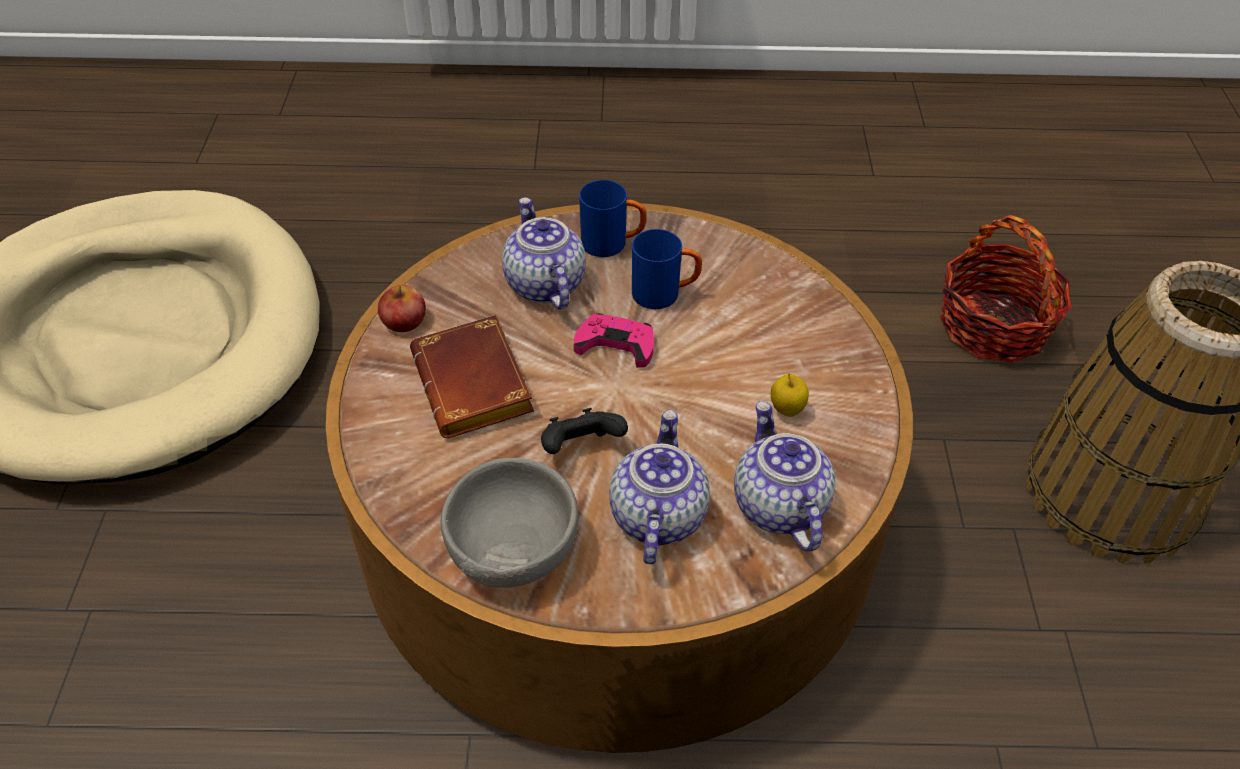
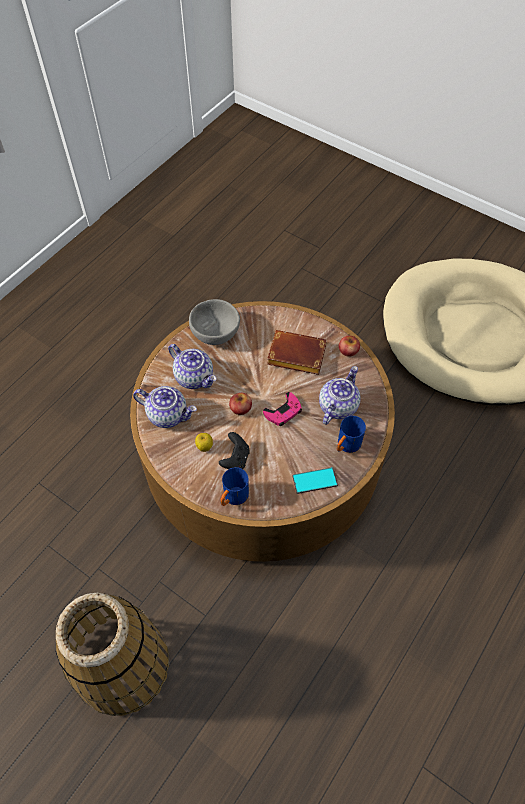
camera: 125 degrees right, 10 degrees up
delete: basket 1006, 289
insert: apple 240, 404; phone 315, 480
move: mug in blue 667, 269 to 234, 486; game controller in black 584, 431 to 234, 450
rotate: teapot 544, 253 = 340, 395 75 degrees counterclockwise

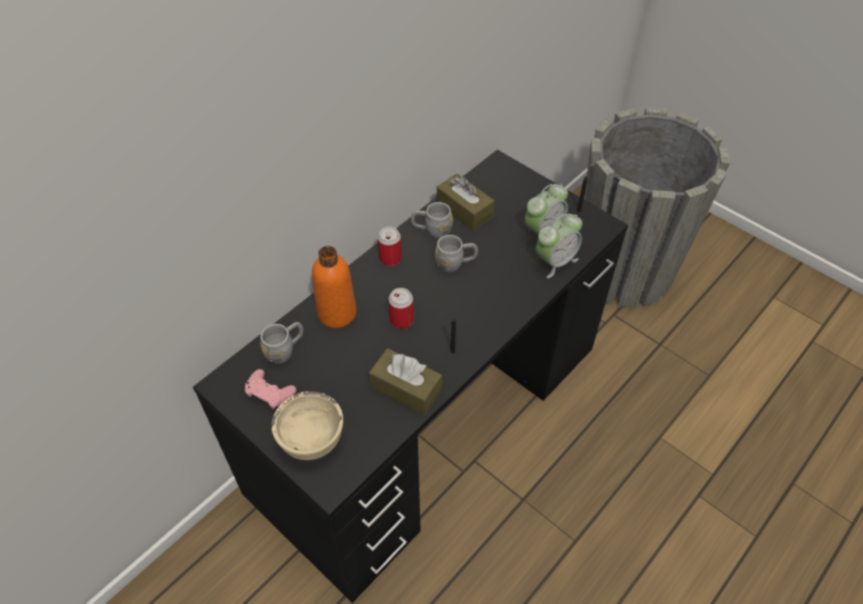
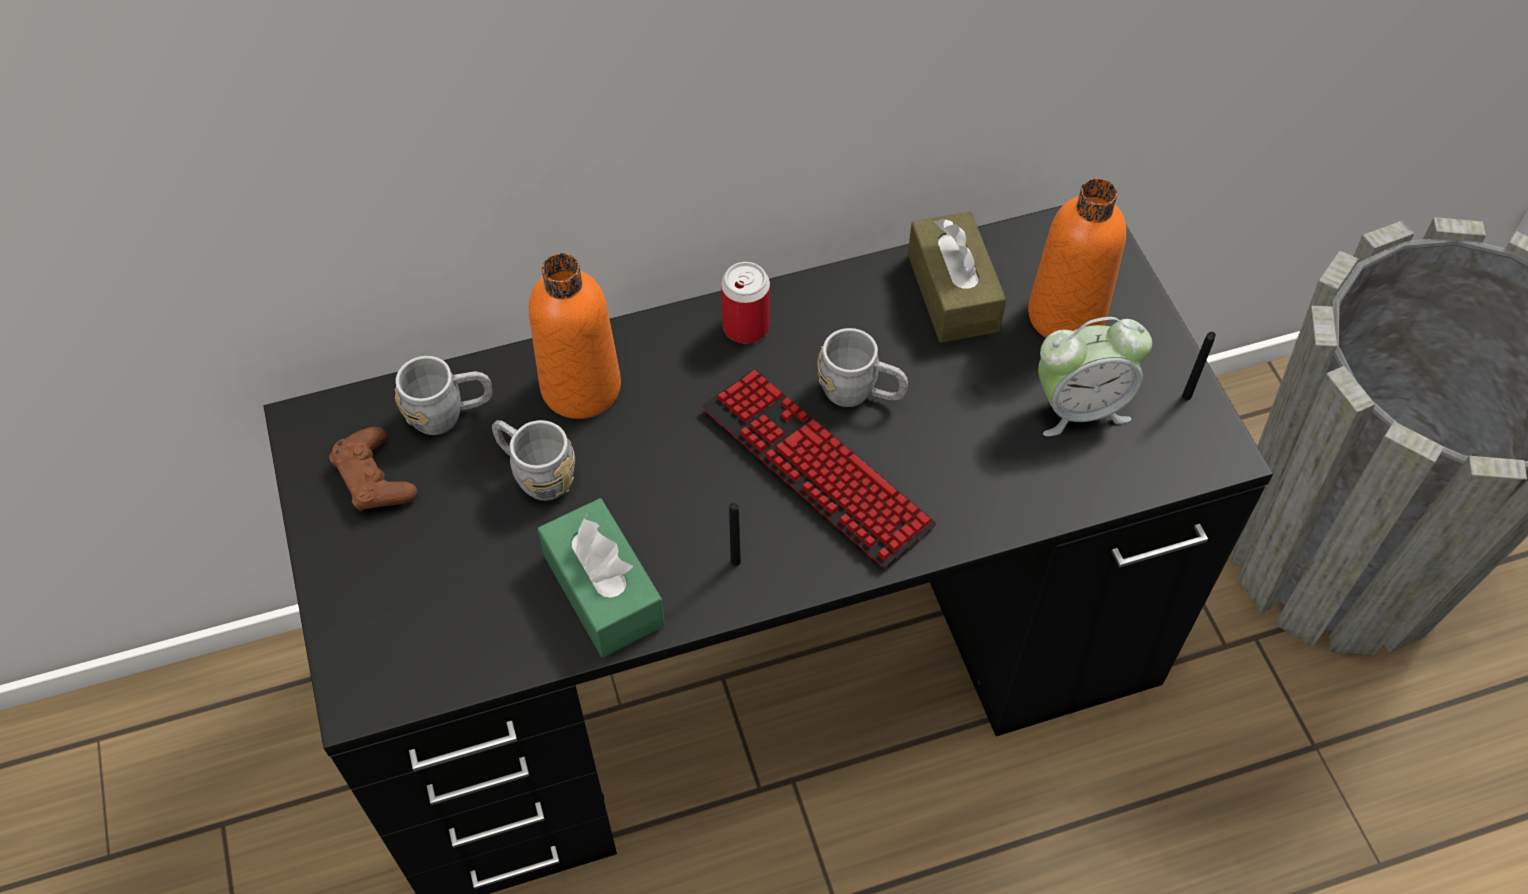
camera: 30 degrees right, 5 degrees up
delete: alarm clock 559, 246; can 401, 308; bowl in beige 307, 425
insert: bottle in orange 1077, 258; keyboard 819, 468
move: mug in grey 432, 220 to 533, 460
recolor: tissue box in brown 405, 381 to tissue box in green 601, 577; game controller in pink 270, 389 to game controller in brown 373, 469

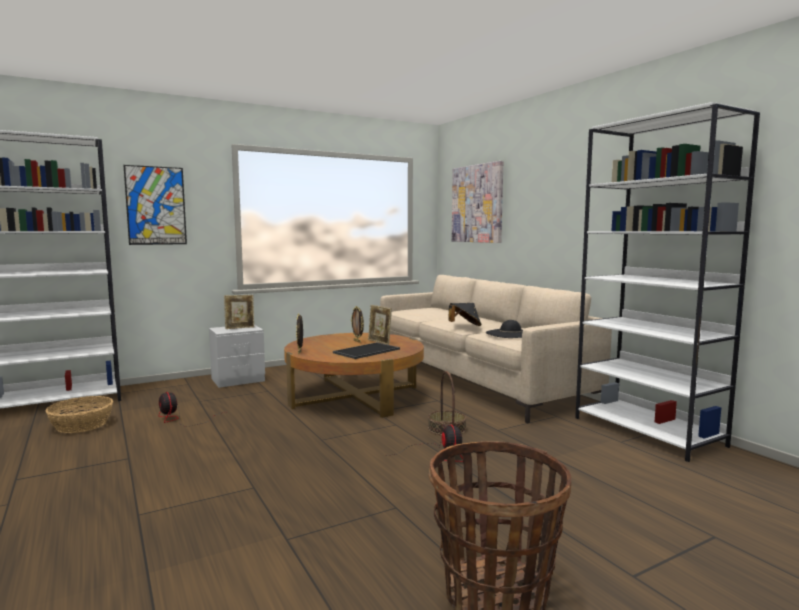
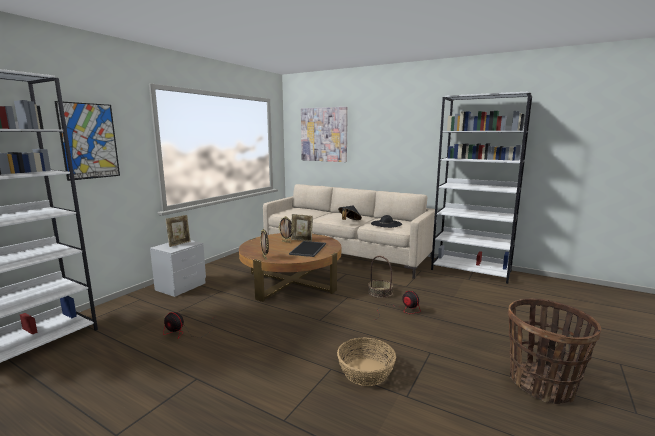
camera: 30 degrees left, 5 degrees up
move: basket 79, 414 to 366, 361

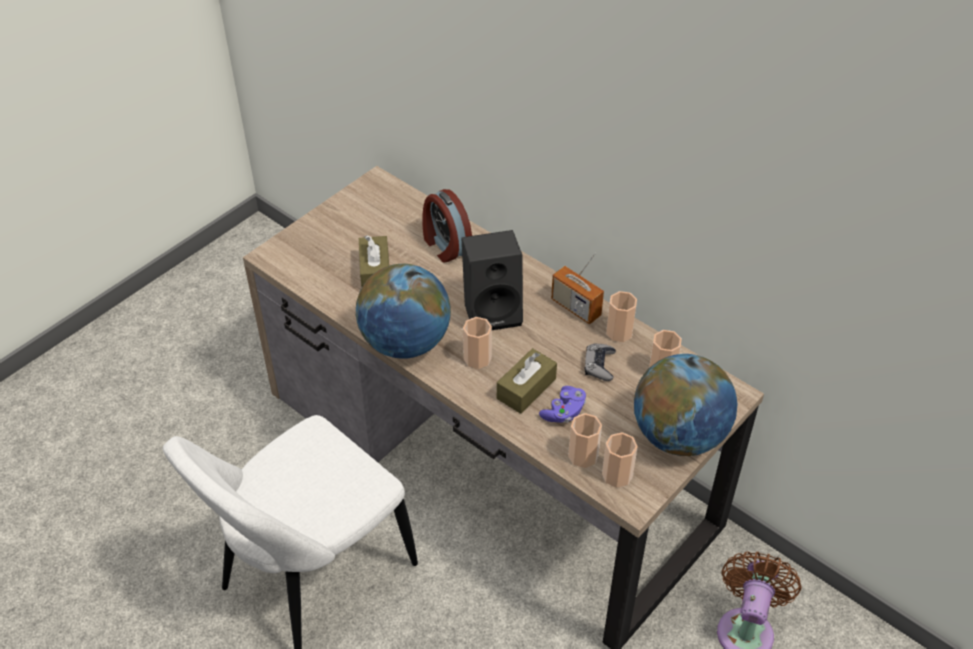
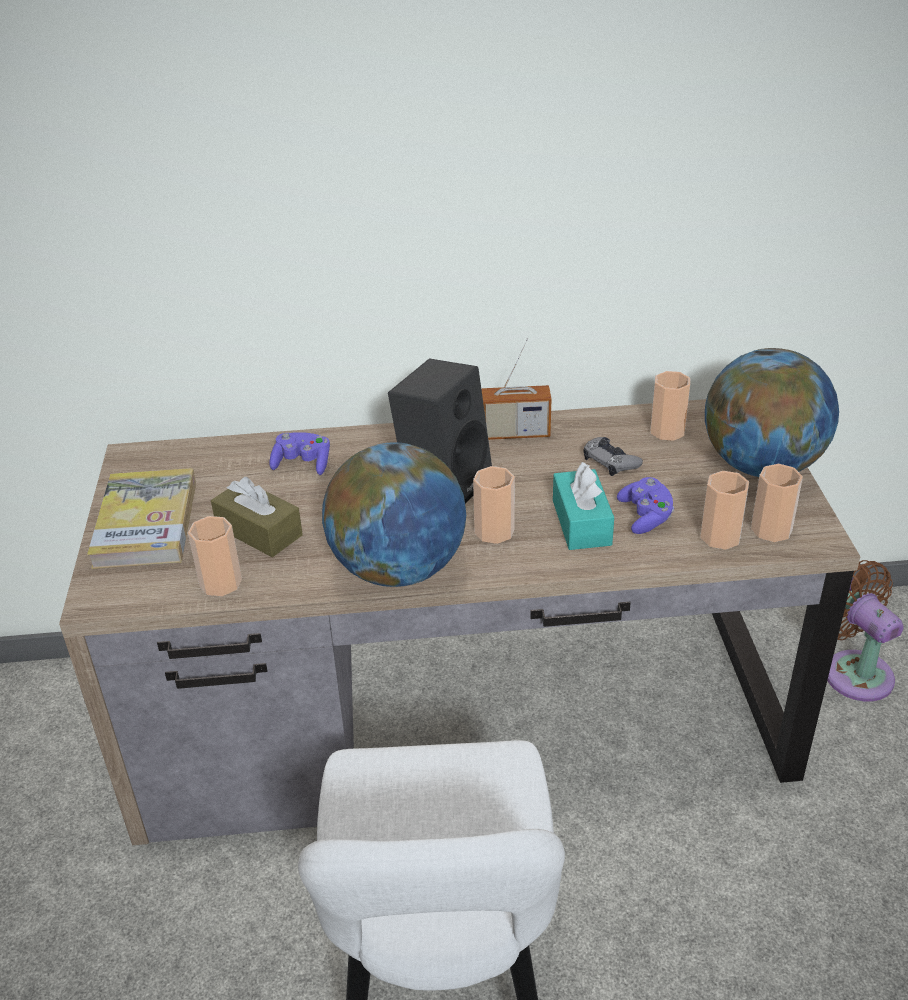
camera: 45 degrees left, 10 degrees down
insert: book 141, 518
move: cup 621, 316 to 215, 556
replace: alarm clock 447, 226 to game controller in purple 299, 453
recolor: tissue box in brown 527, 381 to tissue box in turquoise 583, 506

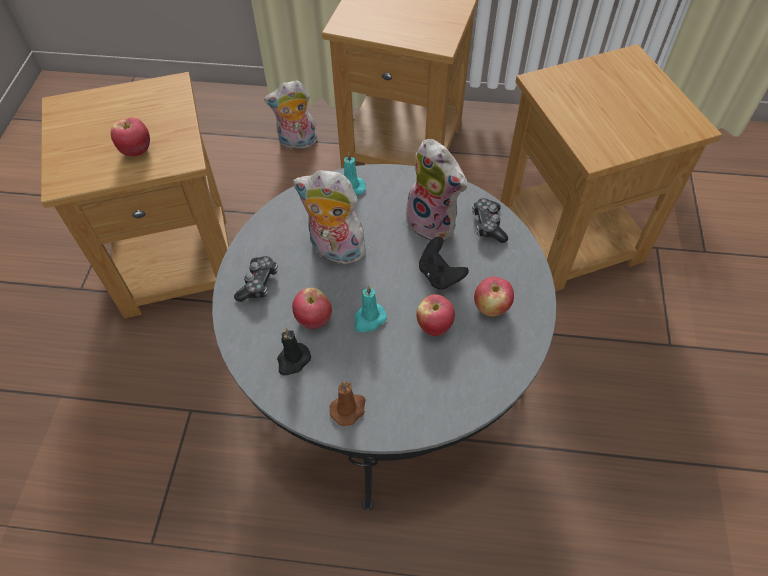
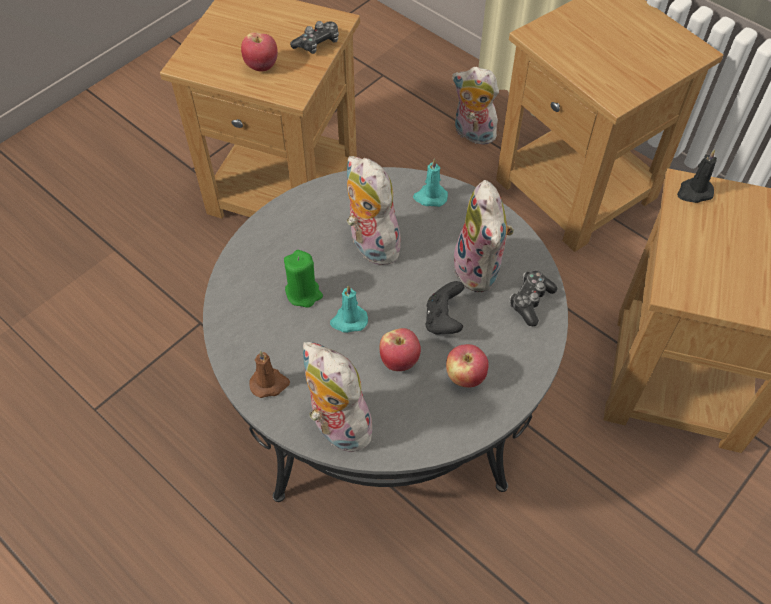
camera: 35 degrees right, 0 degrees up
insert: plush toy 339, 397
move: game controller 256, 279 to 314, 37; candle in black 294, 352 to 697, 176
replace: apple 312, 308 to candle in green 303, 278

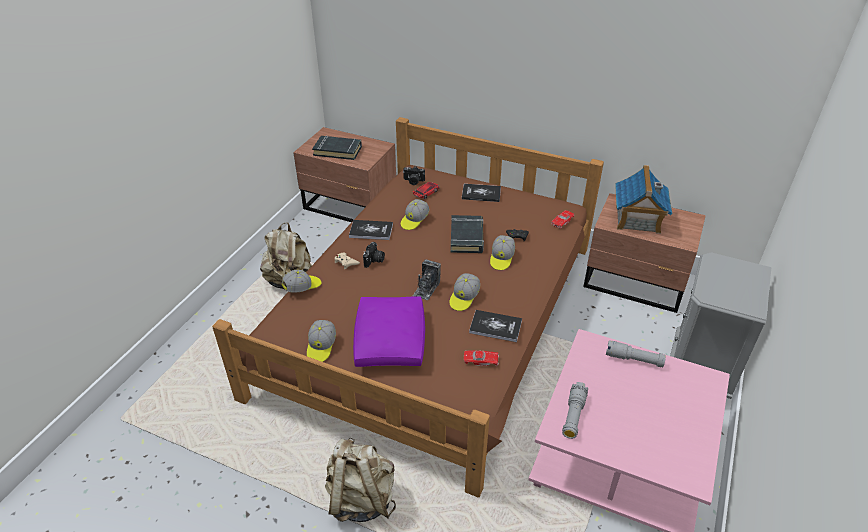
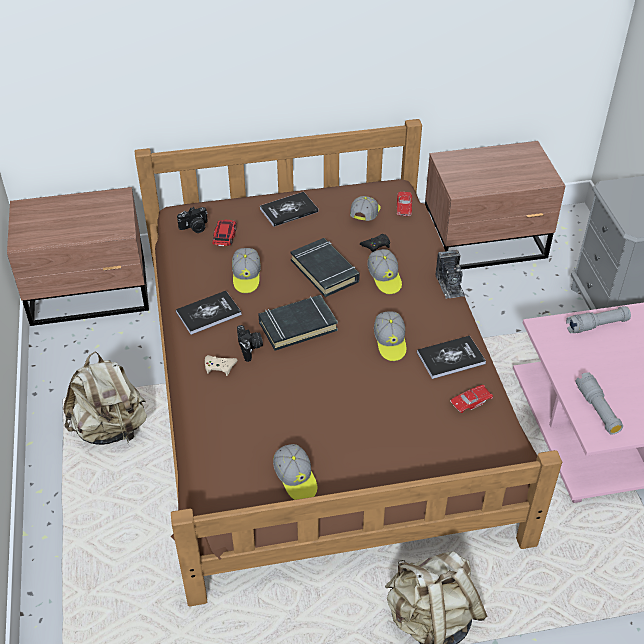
camera: 35 degrees left, 5 degrees up
delete: toy house 644, 199; pillow in purple 389, 331
move: book in black 337, 147 to 298, 323; photo camera 427, 279 to 450, 274; cap 302, 281 to 365, 208

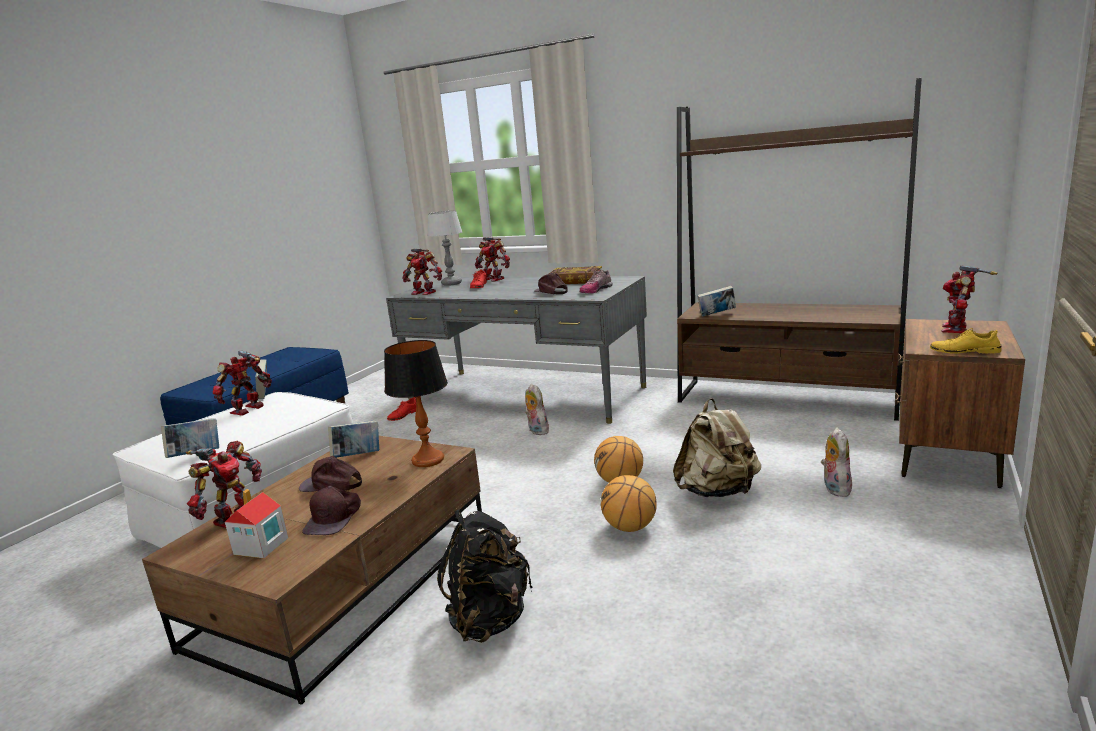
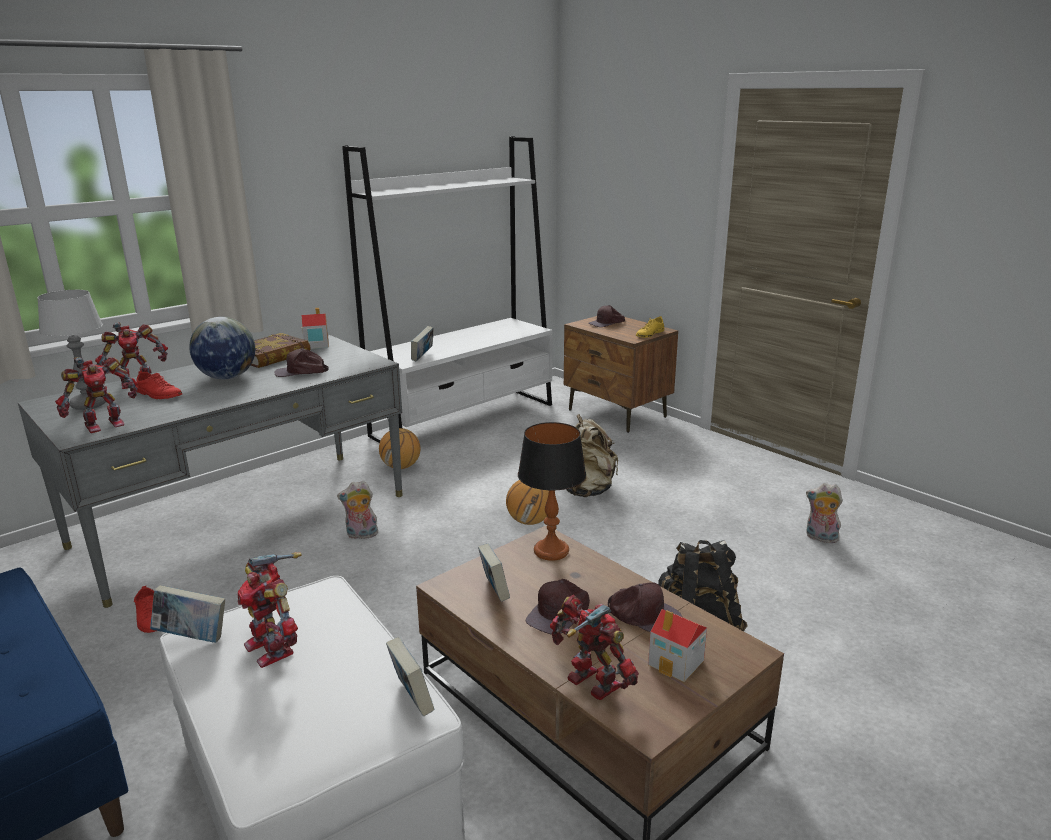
camera: 70 degrees left, 5 degrees up
delete: shoe 596, 281
insert: toy house 315, 328; globe 222, 348
move: plush toy 836, 462 to 824, 513; basketball 629, 503 to 399, 448
replace: toy robot 969, 299 to cap in brown 606, 316
recolor: bookcase in brown 799, 249 to bookcase in white 447, 289

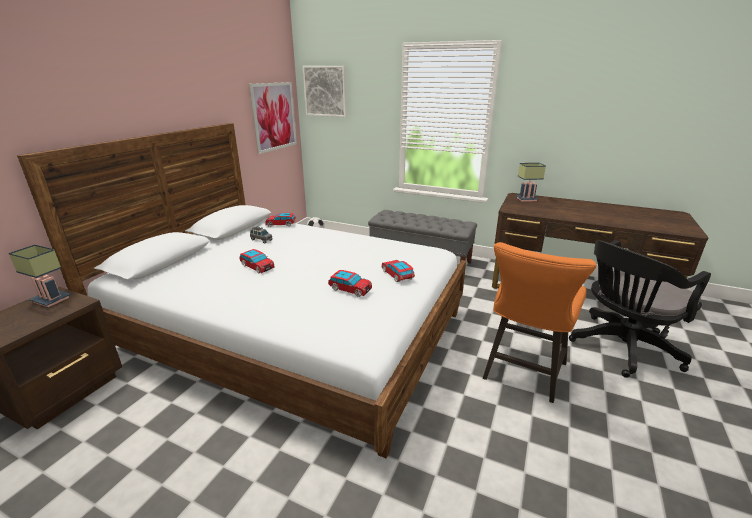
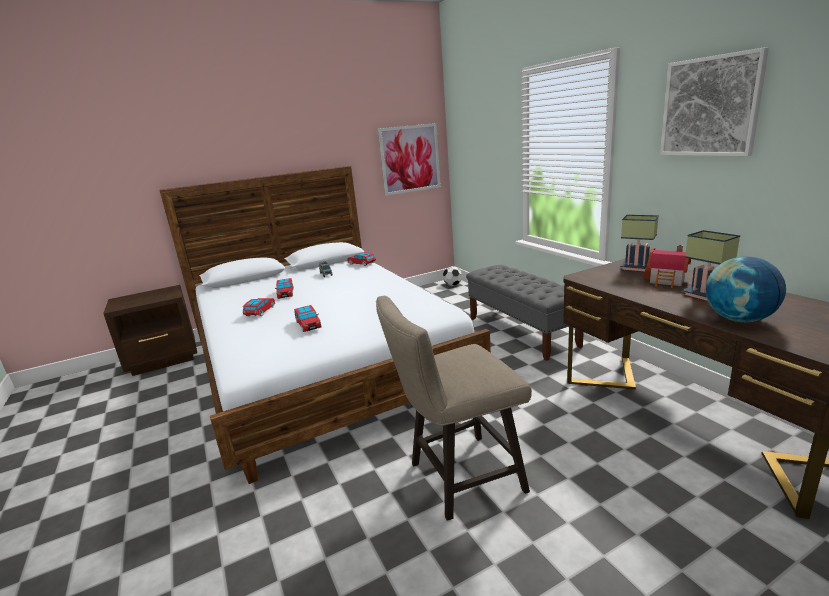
camera: 40 degrees right, 5 degrees down
delete: office chair in black 640, 309
insert: toy house 667, 266; globe 746, 289
move: picture 325, 91 to 714, 101; table lamp 39, 276 to 711, 265; toy car 398, 271 to 259, 307
recolor: stool in orange 539, 322 to stool in beige 454, 408

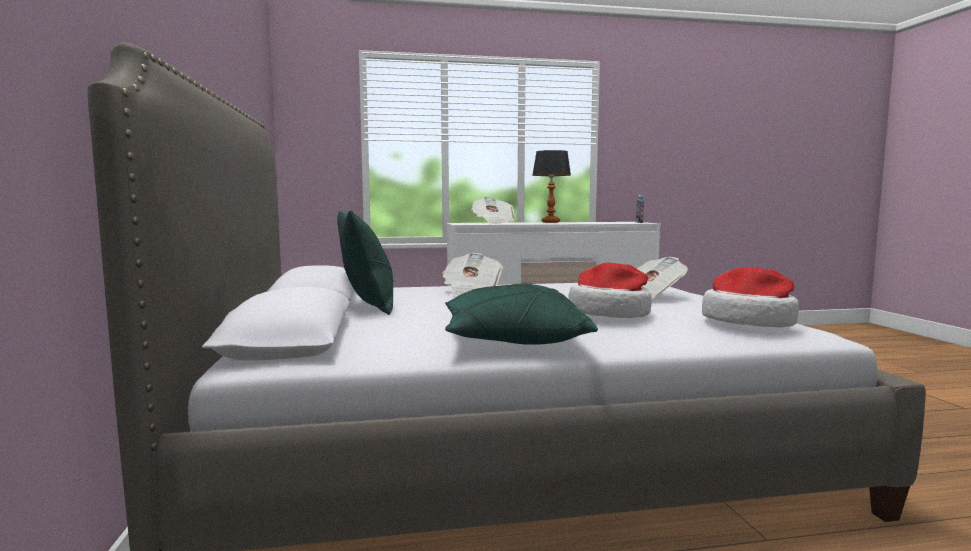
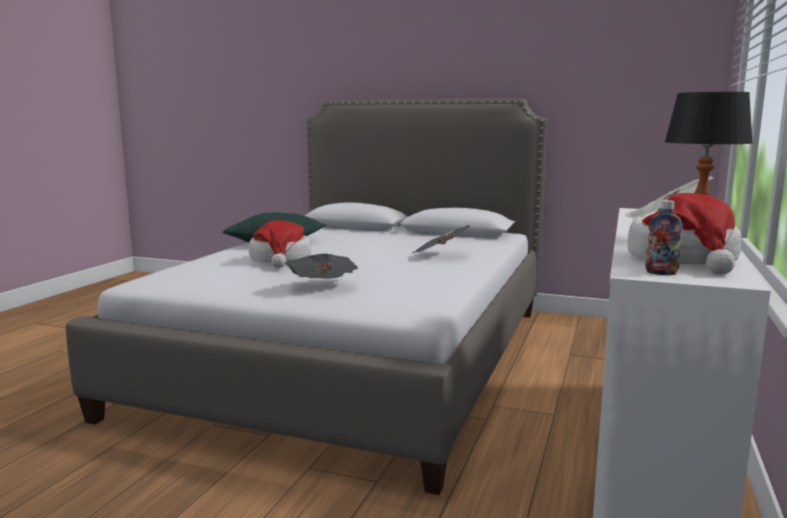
camera: 120 degrees right, 5 degrees up
delete: pillow in green 365, 262
move: hat 750, 297 to 685, 234

